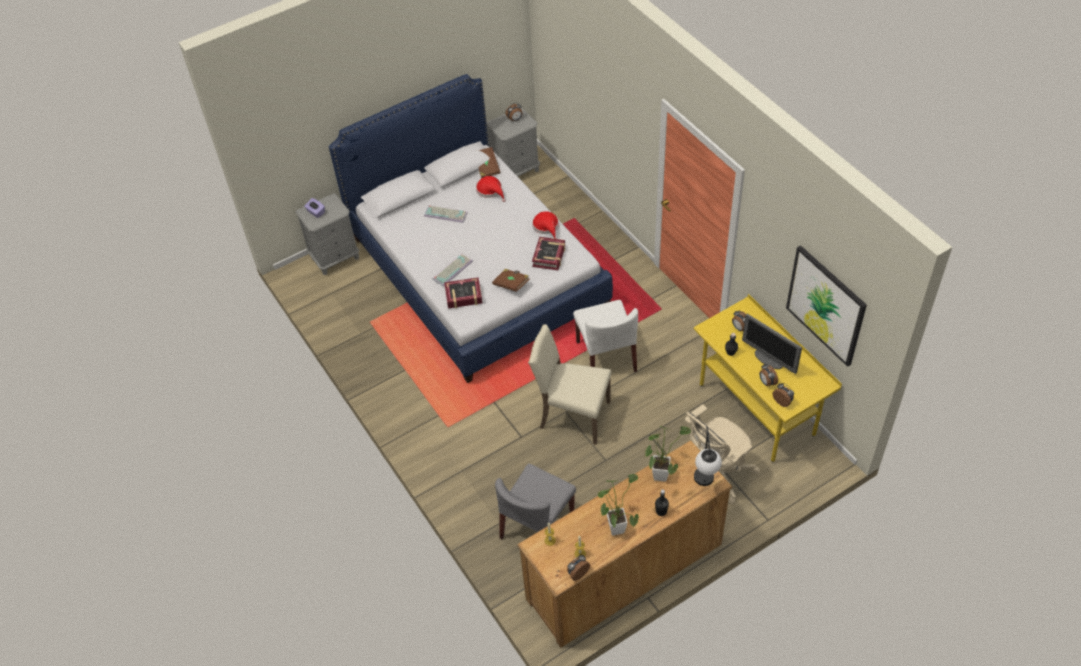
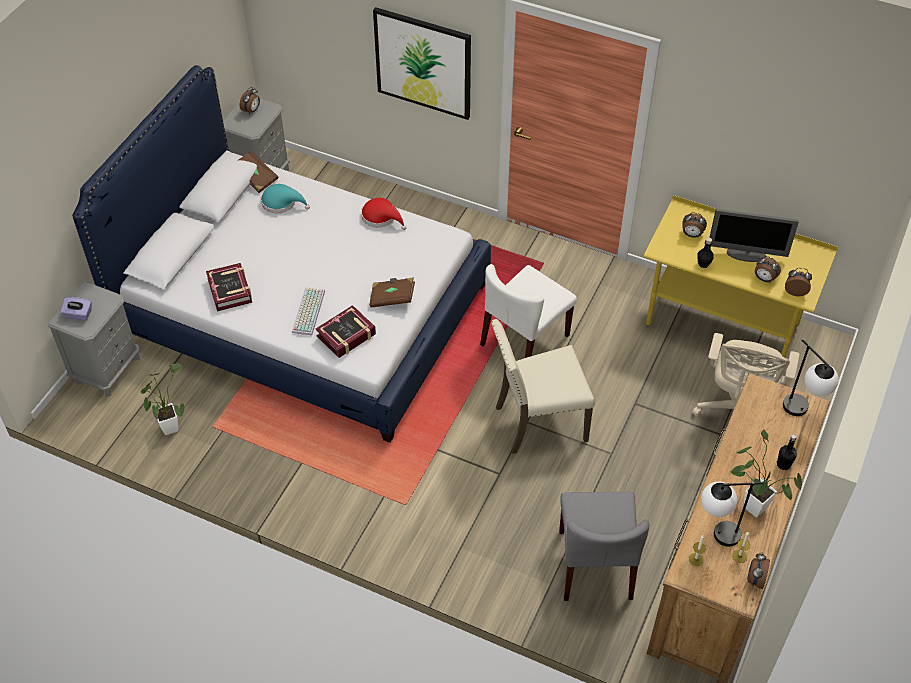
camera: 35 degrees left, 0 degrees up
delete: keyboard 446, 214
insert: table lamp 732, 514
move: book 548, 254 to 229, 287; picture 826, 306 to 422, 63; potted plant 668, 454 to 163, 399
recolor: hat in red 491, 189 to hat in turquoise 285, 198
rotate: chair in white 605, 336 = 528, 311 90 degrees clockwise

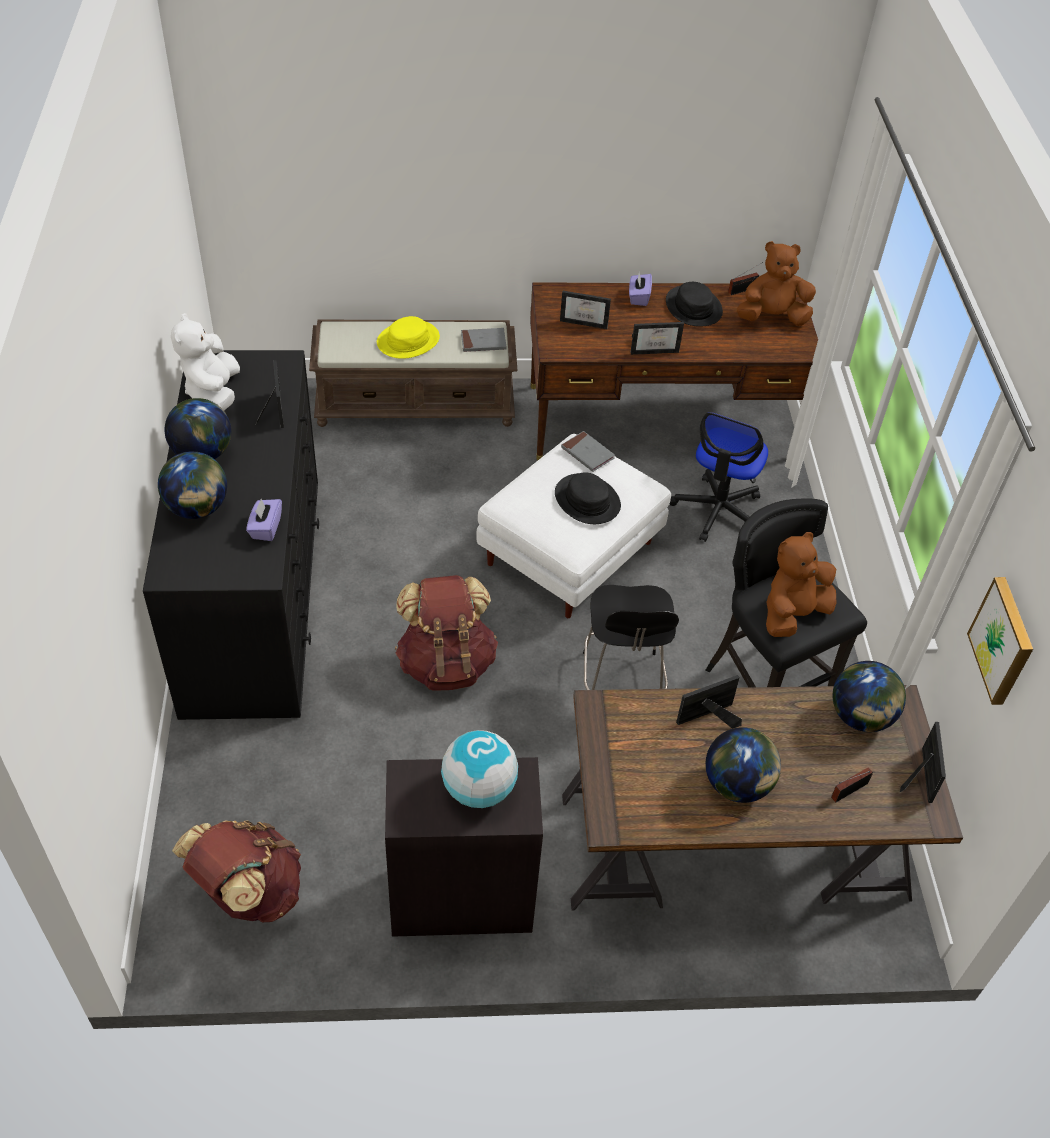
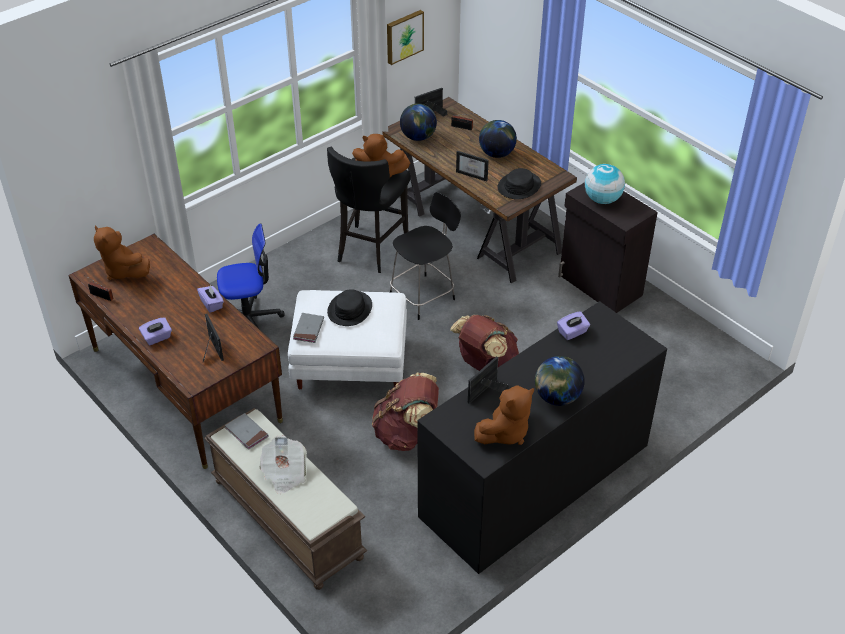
camera: 125 degrees left, 5 degrees down
delete: globe 192, 485
move: hat in black 694, 304 to 519, 183; backpack in brown 236, 871 to 405, 411
replace: hat in yellow 408, 337 to newspaper 283, 464; picture frame 657, 338 to tissue box in purple 210, 299
recolor: plush toy in white 205, 362 to plush toy in brown 504, 415

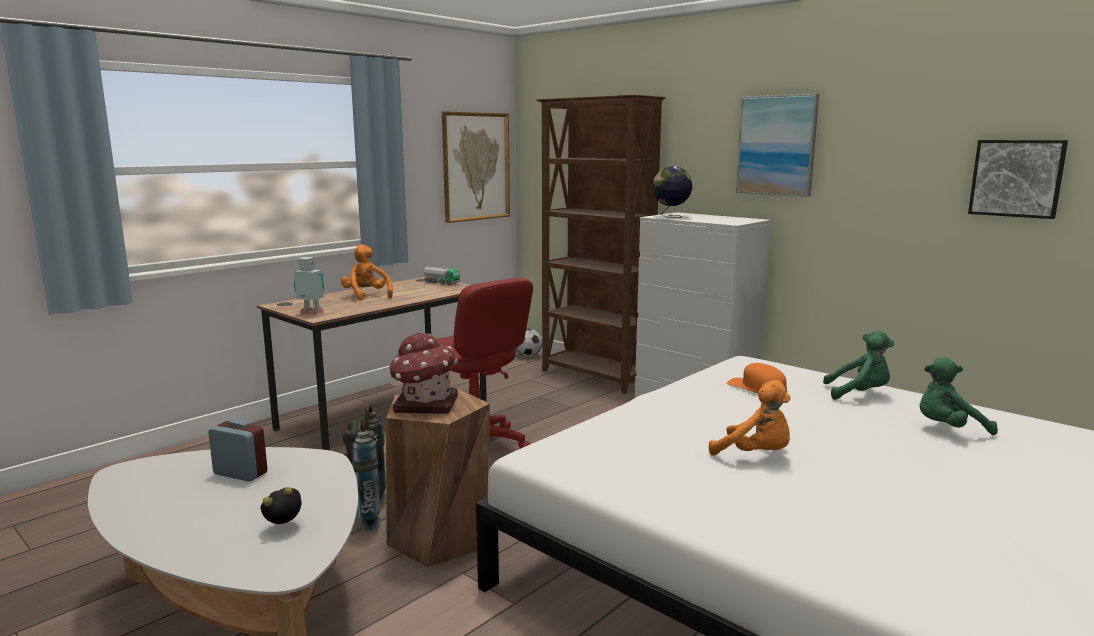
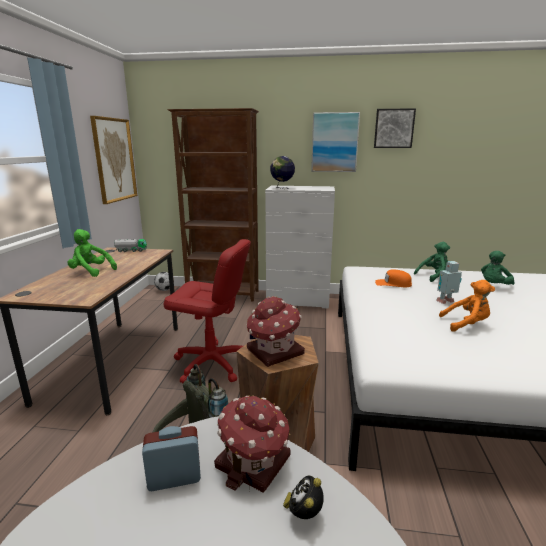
camera: 35 degrees left, 5 degrees up
insert: toy house 252, 444
move: picture 1018, 179 to 395, 128; toy robot 309, 285 to 449, 282
recolor: plush toy in orange 367, 272 to plush toy in green 92, 253

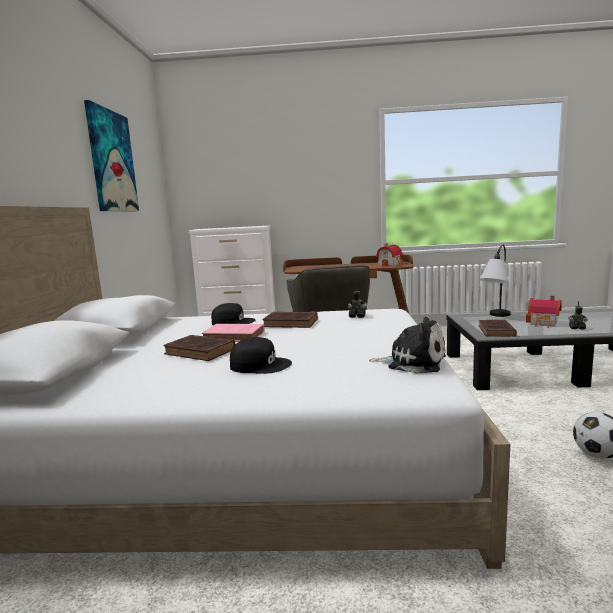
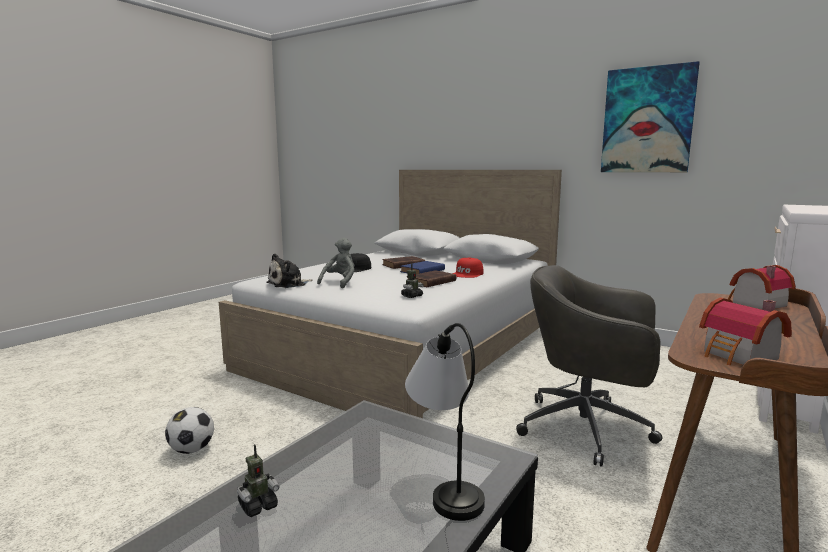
camera: 120 degrees right, 0 degrees up
delete: book in brown 497, 328
insert: plush toy in grey 336, 263
move: toy house 544, 312 to 762, 287
recolor: cap in black 233, 314 to cap in red 468, 267; book in pink 233, 333 to book in blue 422, 267

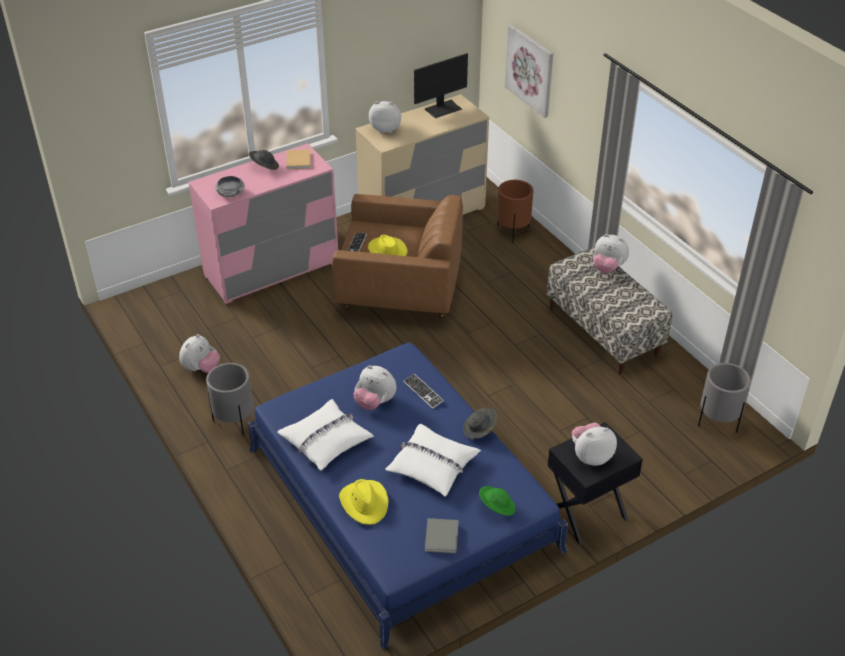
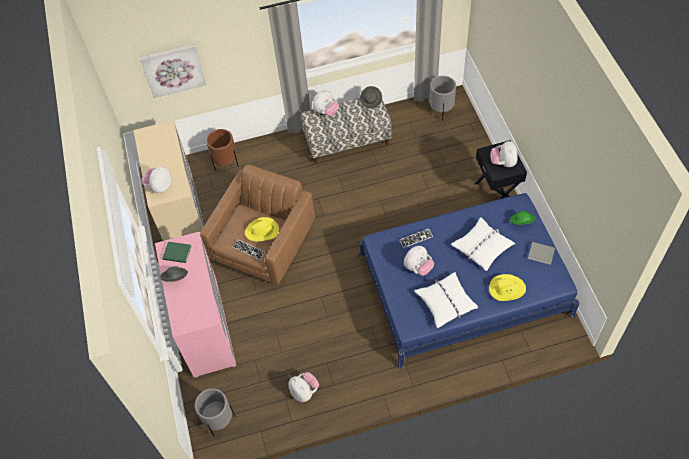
camera: 70 degrees left, 15 degrees up
delete: monitor 441, 85; bowl 230, 186
move: planter in grey 229, 399 to 215, 412; hat in grey 480, 423 to 371, 97
recolor: book in beige 298, 159 to book in green 177, 252

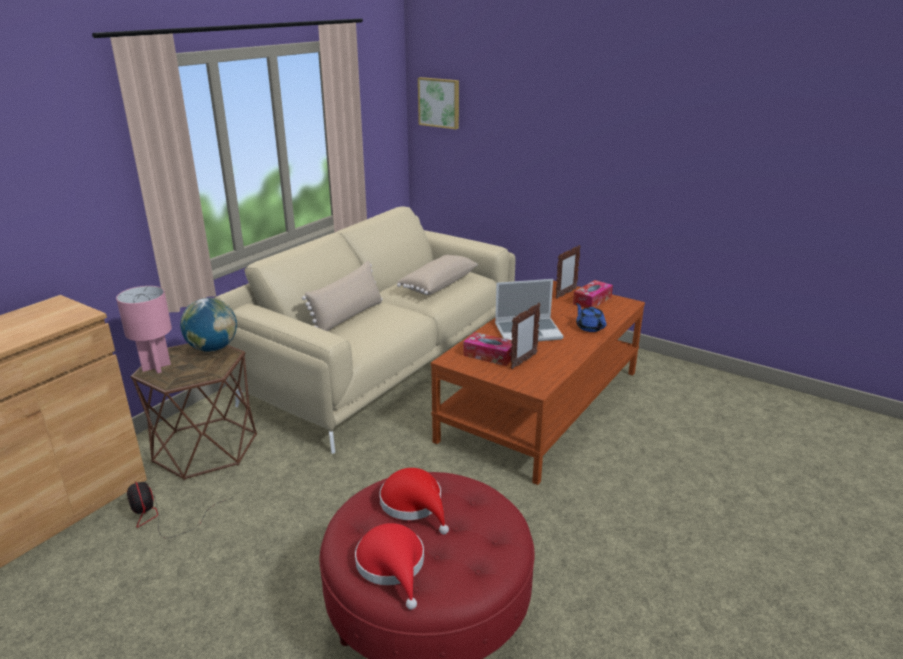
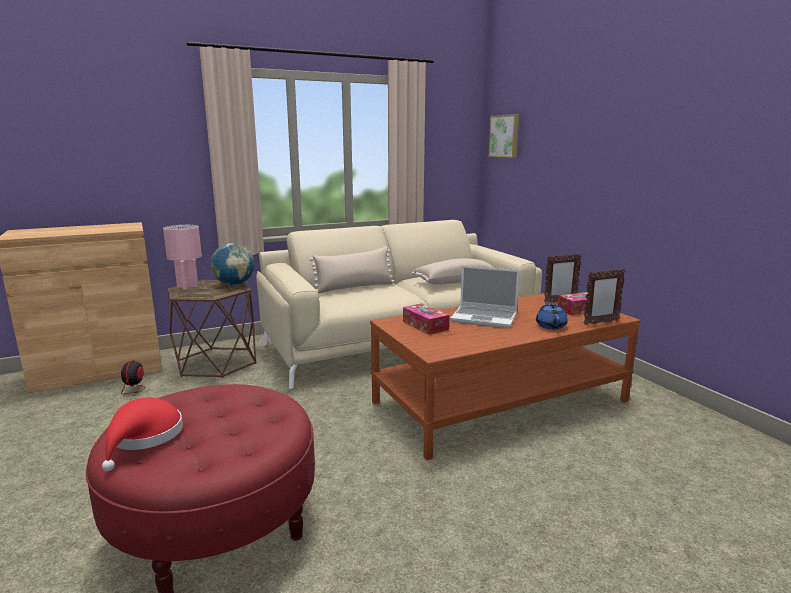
camera: 30 degrees right, 10 degrees down
delete: hat in red 414, 501
move: picture frame 526, 336 to 604, 296

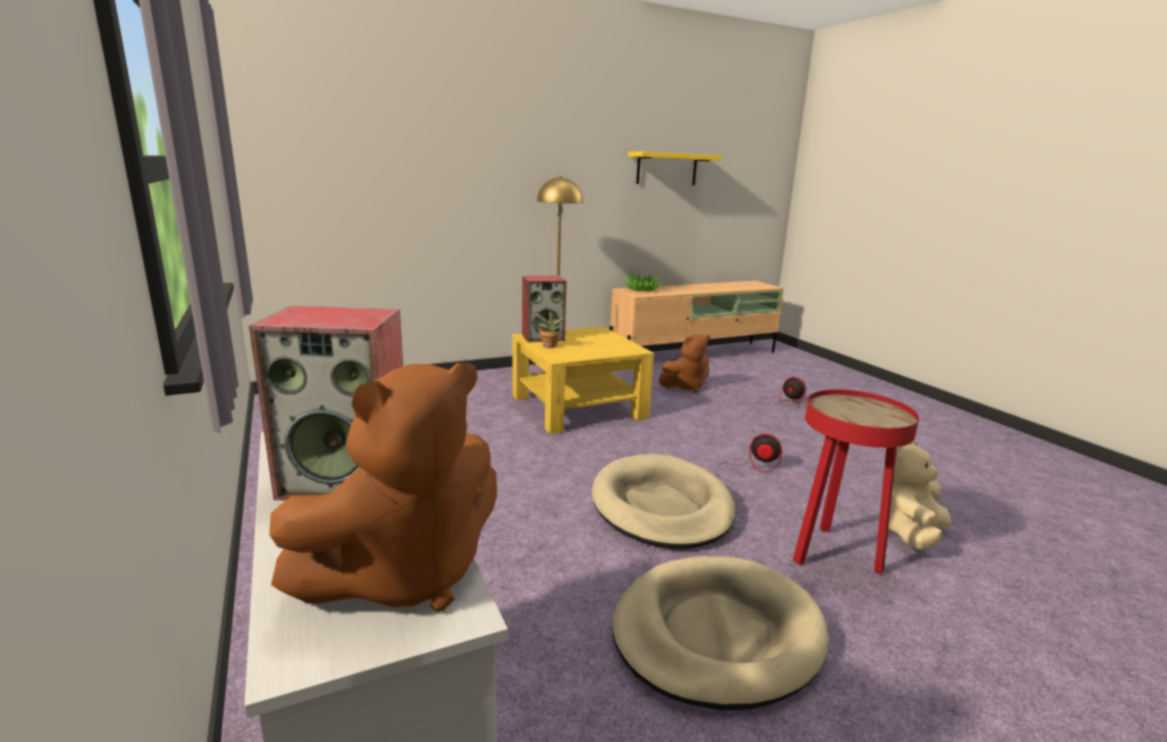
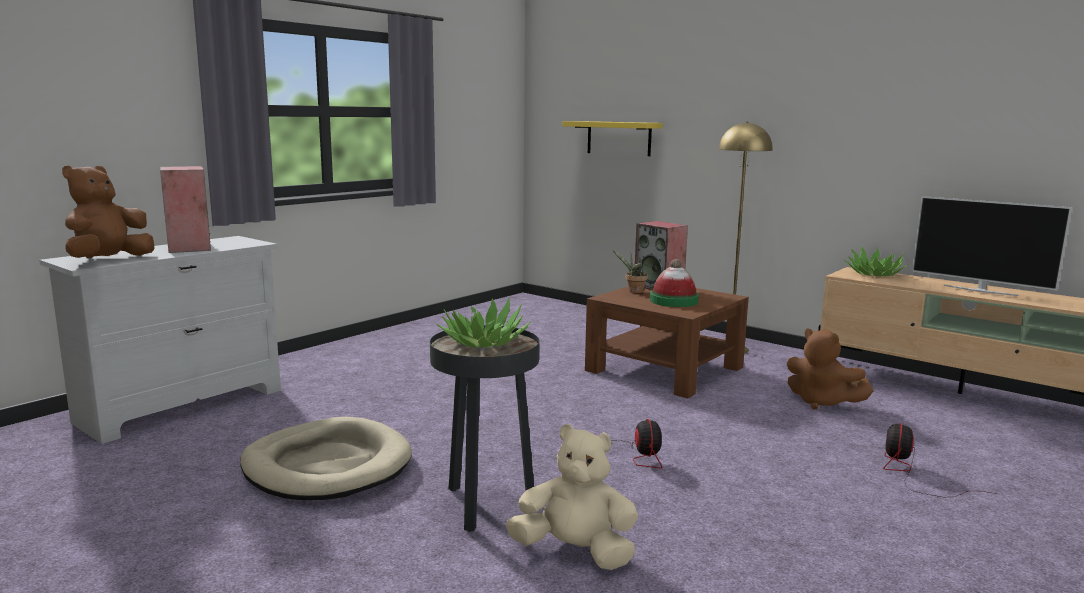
camera: 65 degrees right, 5 degrees down
delete: dog bed in beige 663, 501
insert: television 992, 246; hat 674, 283; potted plant 483, 323
move: shelf in yellow 675, 168 to 612, 138
recolor: coffee table in yellow 583, 380 to coffee table in brown 667, 342; side table in red 856, 482 to side table in black 484, 428
rotate: plush toy in brown 383, 487 = 108, 211 90 degrees clockwise

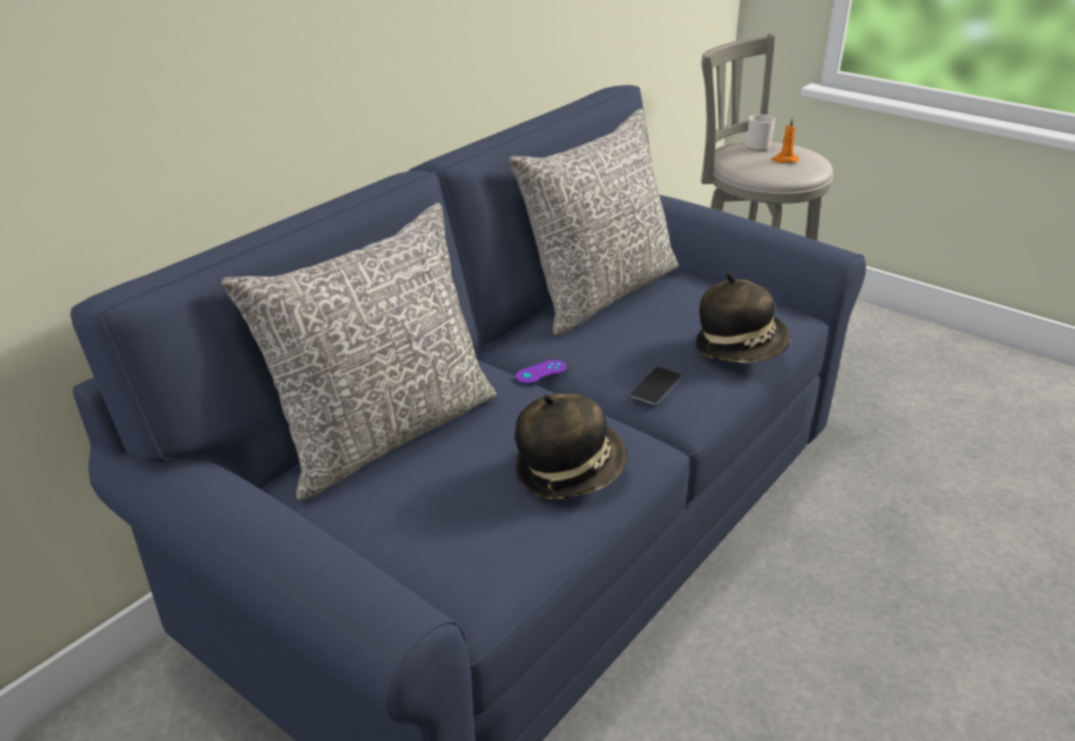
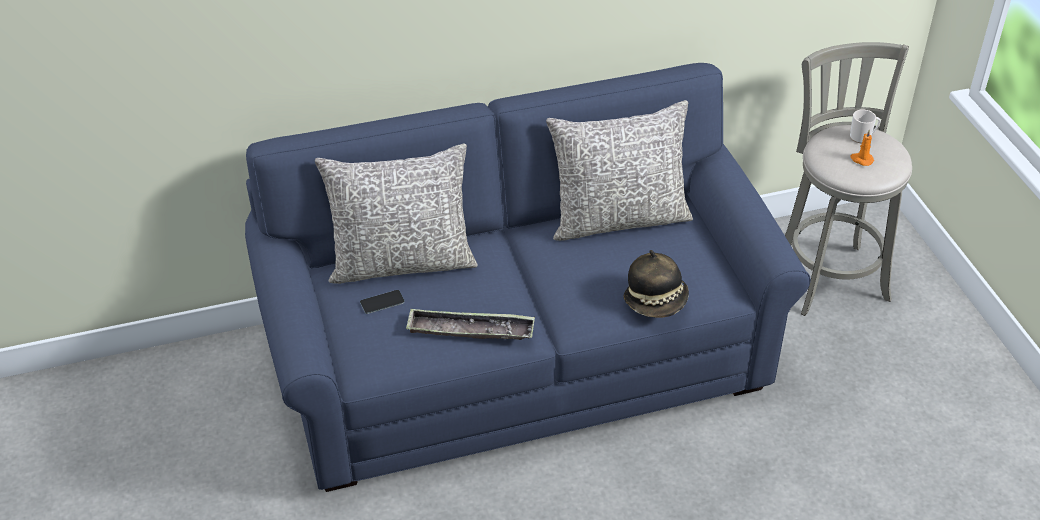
camera: 35 degrees right, 10 degrees up
delete: game controller in purple 541, 372
move: phone 656, 386 to 382, 302
replace: hat 571, 446 to tray 470, 324

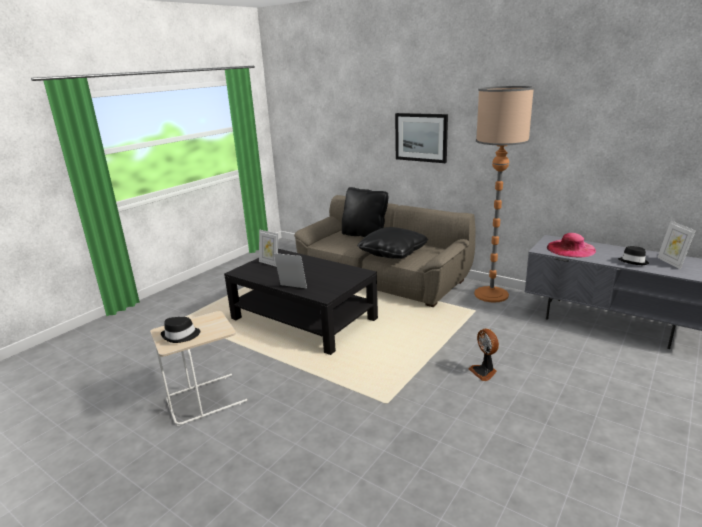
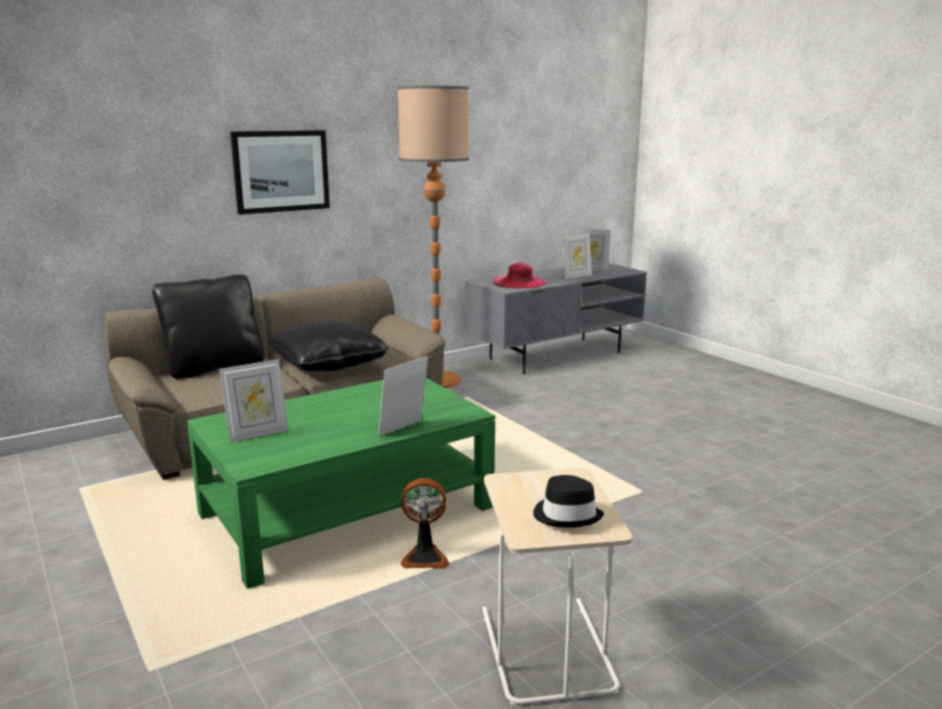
camera: 70 degrees left, 5 degrees down
move: fan 483, 354 to 425, 523
replace: hat in black 633, 255 to picture frame 577, 256
recolor: coffee table in black 301, 302 to coffee table in green 341, 483

